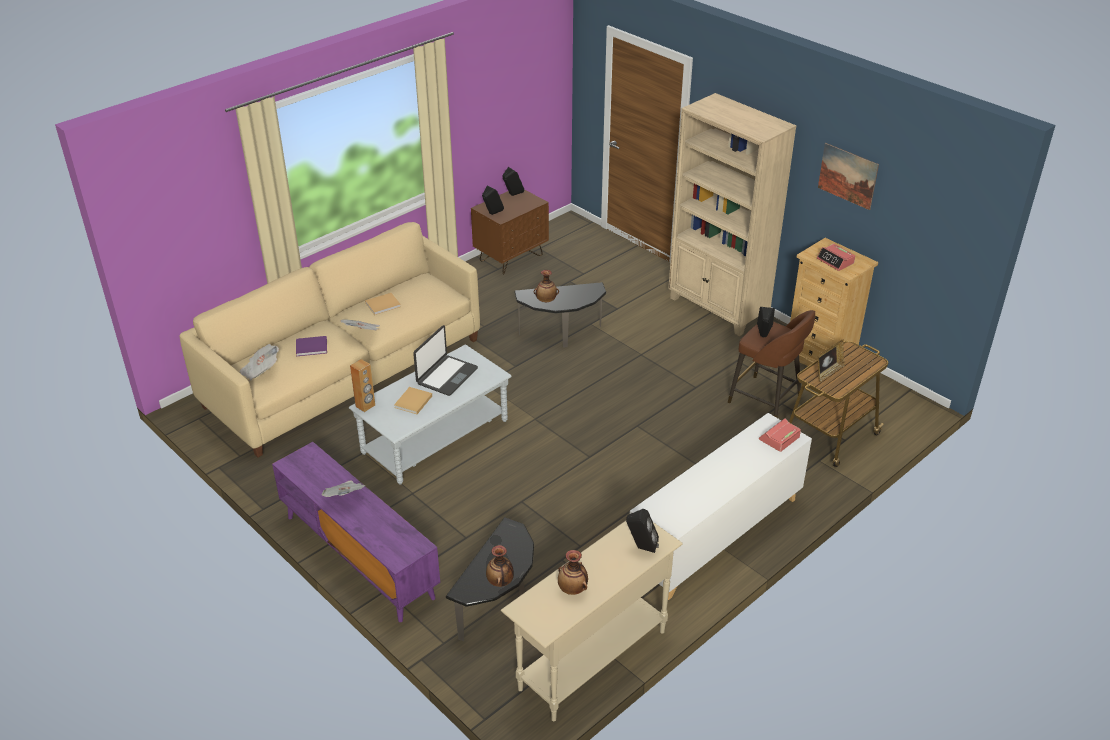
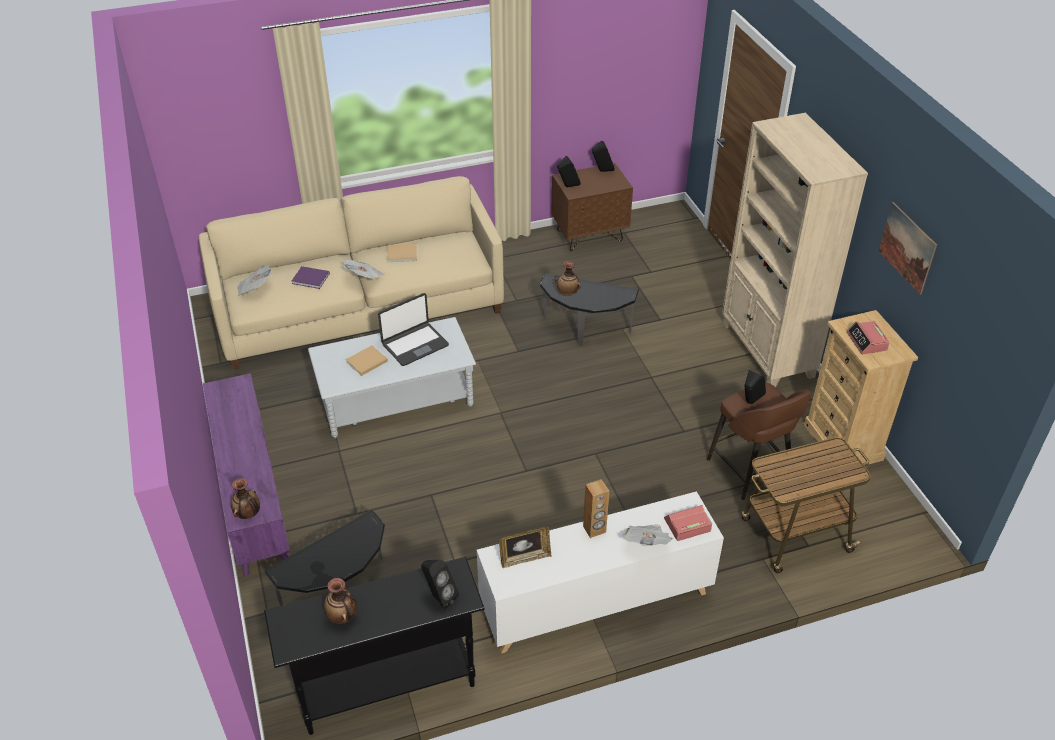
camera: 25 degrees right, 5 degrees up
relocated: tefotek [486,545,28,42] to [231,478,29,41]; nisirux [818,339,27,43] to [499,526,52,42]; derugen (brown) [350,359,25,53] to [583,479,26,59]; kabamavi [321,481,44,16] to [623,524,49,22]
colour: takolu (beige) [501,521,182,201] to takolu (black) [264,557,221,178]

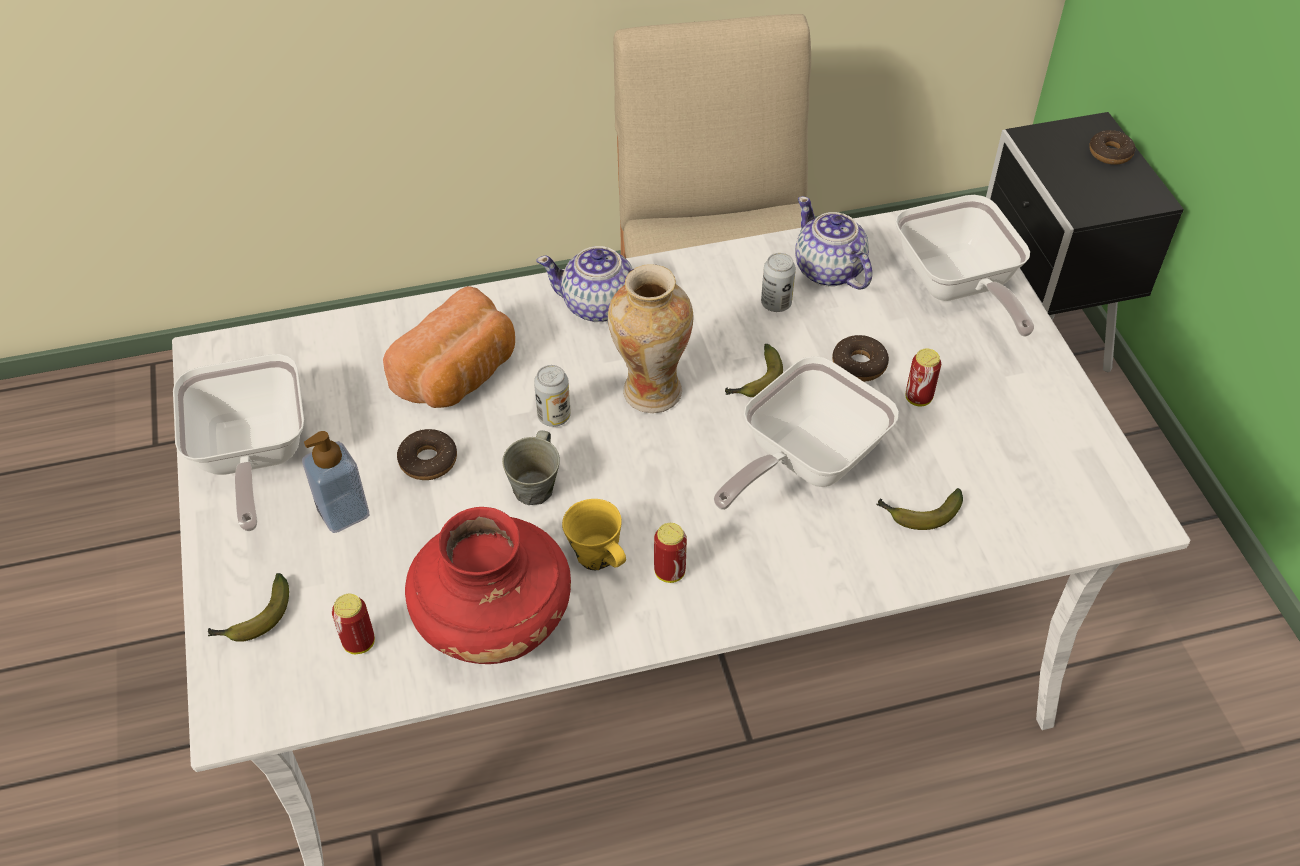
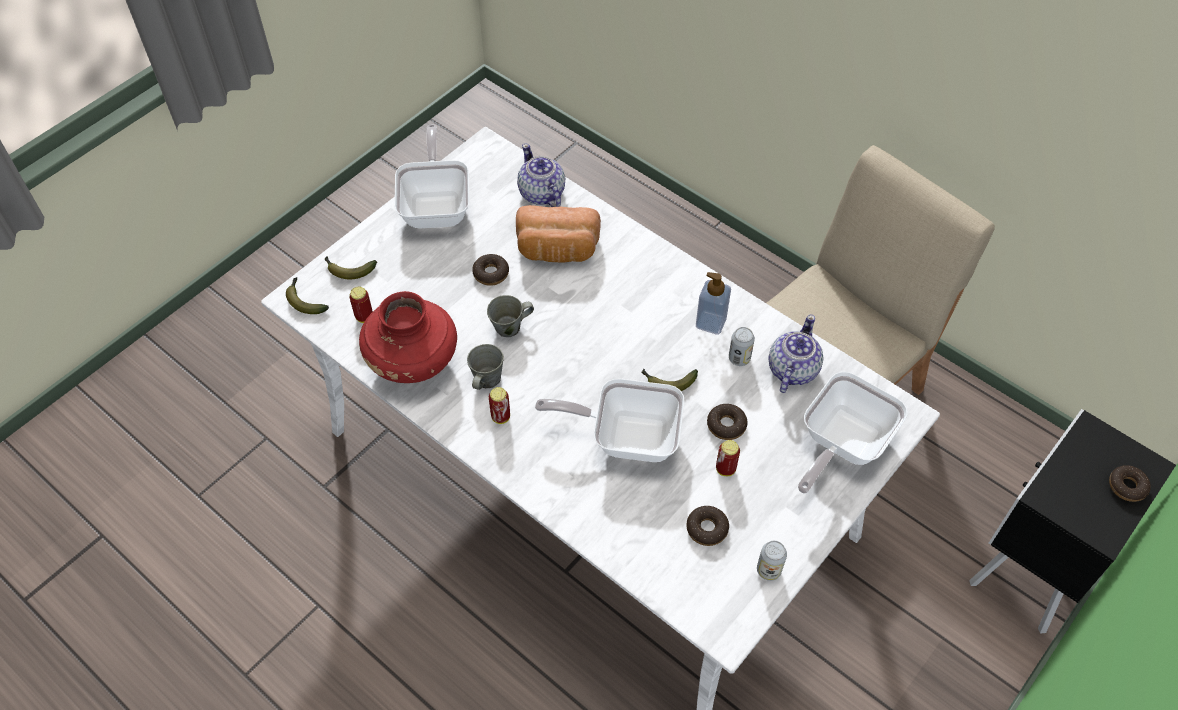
camera: 55 degrees right, 5 degrees up
missing: tefotek [608,264,85,149]
appeared: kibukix [686,506,43,40]
relocated: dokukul [876,488,87,42] to [286,277,43,37]; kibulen [536,246,99,76] to [517,143,48,64]; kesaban [302,431,67,102] to [696,272,35,63]; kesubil [534,365,37,62] to [757,541,30,40]
colour: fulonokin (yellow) [562,499,64,72] to fulonokin (grey) [467,344,37,46]
spun: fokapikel [173,354,131,177] = [394,124,75,104] 135 degrees clockwise

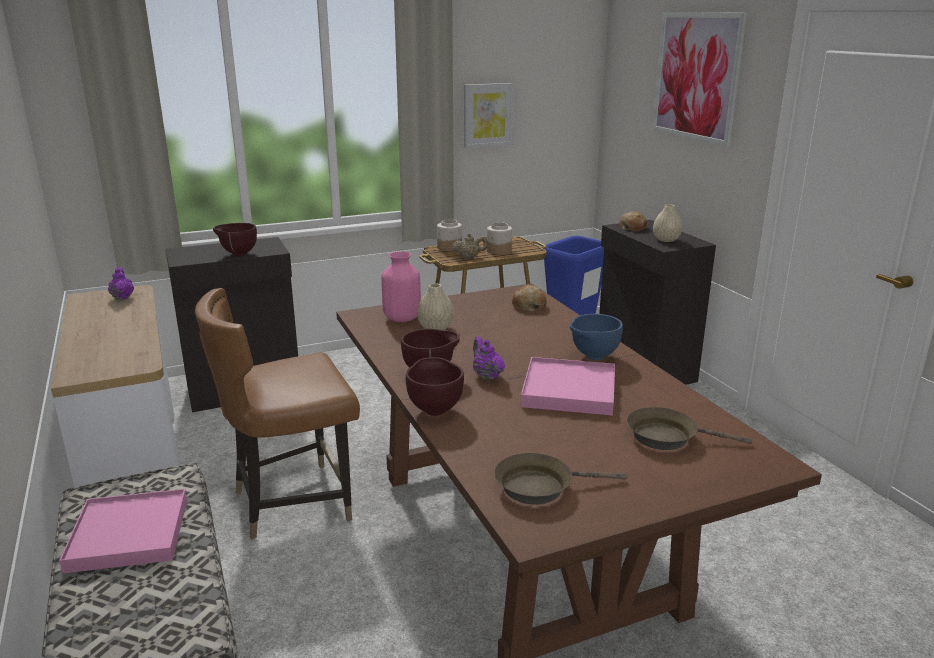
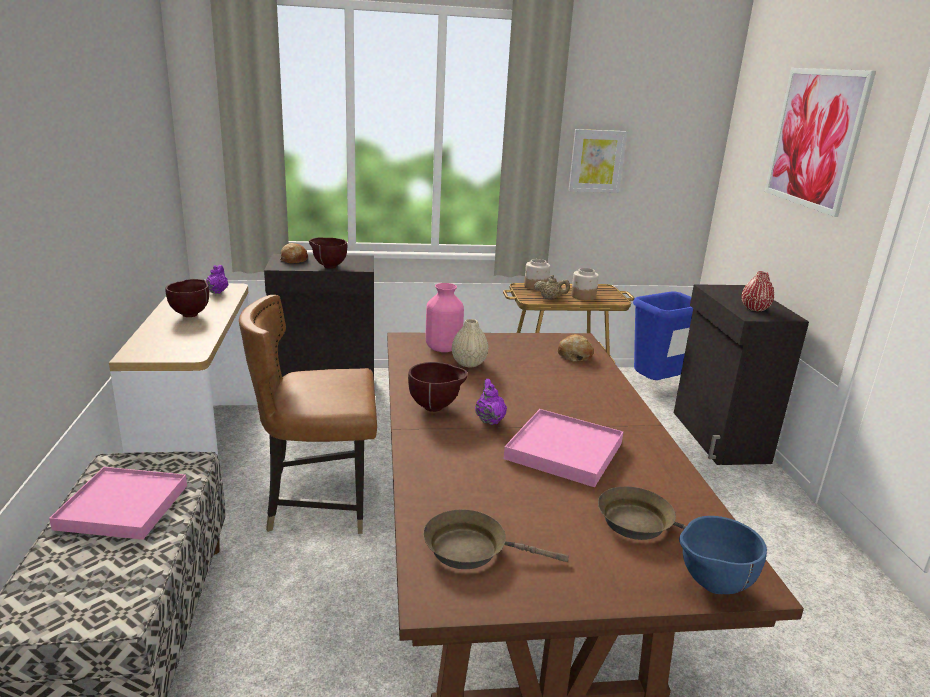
camera: 15 degrees right, 0 degrees up
relocated: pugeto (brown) [406,357,58,59] to [166,279,43,38]; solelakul [620,211,27,20] to [280,243,28,20]; pugeto (blue) [570,314,53,46] to [679,516,88,78]
colour: tefotek (beige) [653,204,29,38] to tefotek (red) [742,271,32,40]

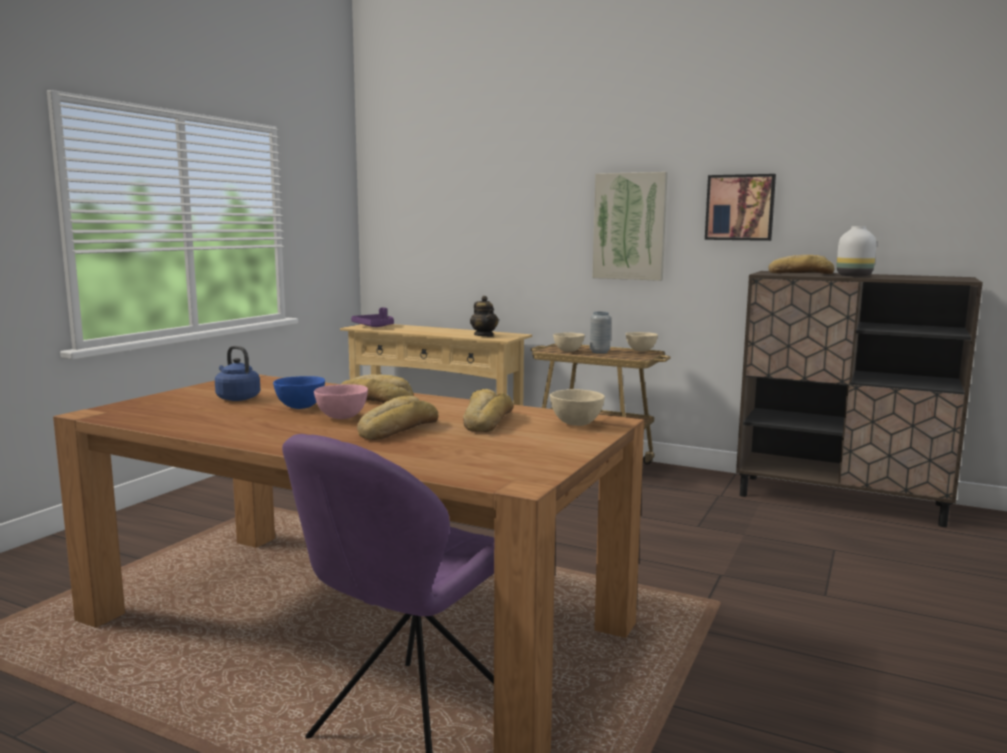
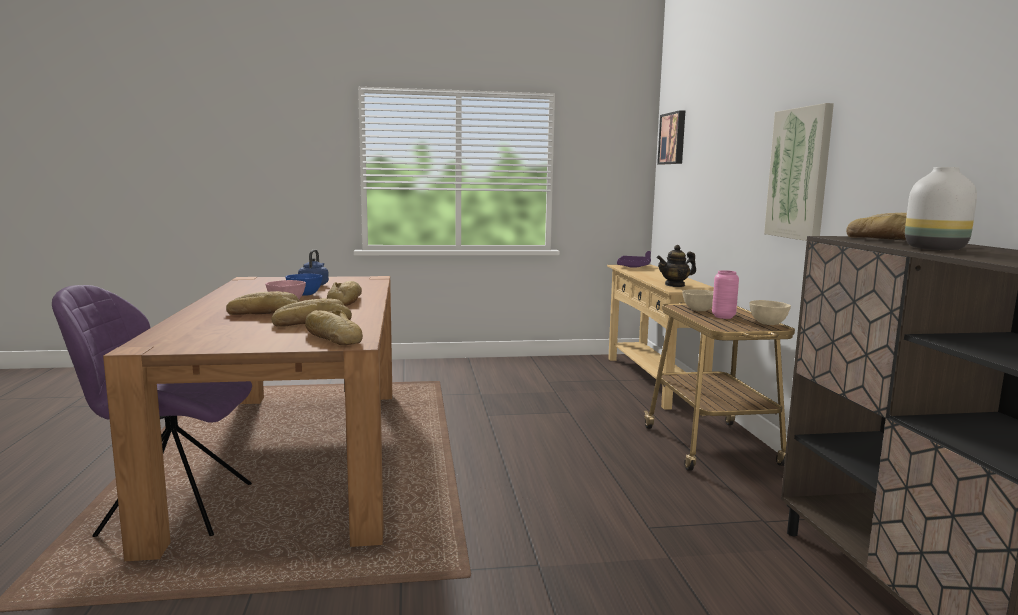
camera: 55 degrees right, 0 degrees up
relocated: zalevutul [705,174,71,67] to [657,110,28,54]
exchanged: pugeto (beige) [550,389,55,37] to solelakul [305,310,58,35]
colour: tefotek (grey) [590,312,21,42] to tefotek (pink) [712,270,27,49]
spun: kibulen [470,296,29,41] = [657,245,39,42] 45 degrees clockwise

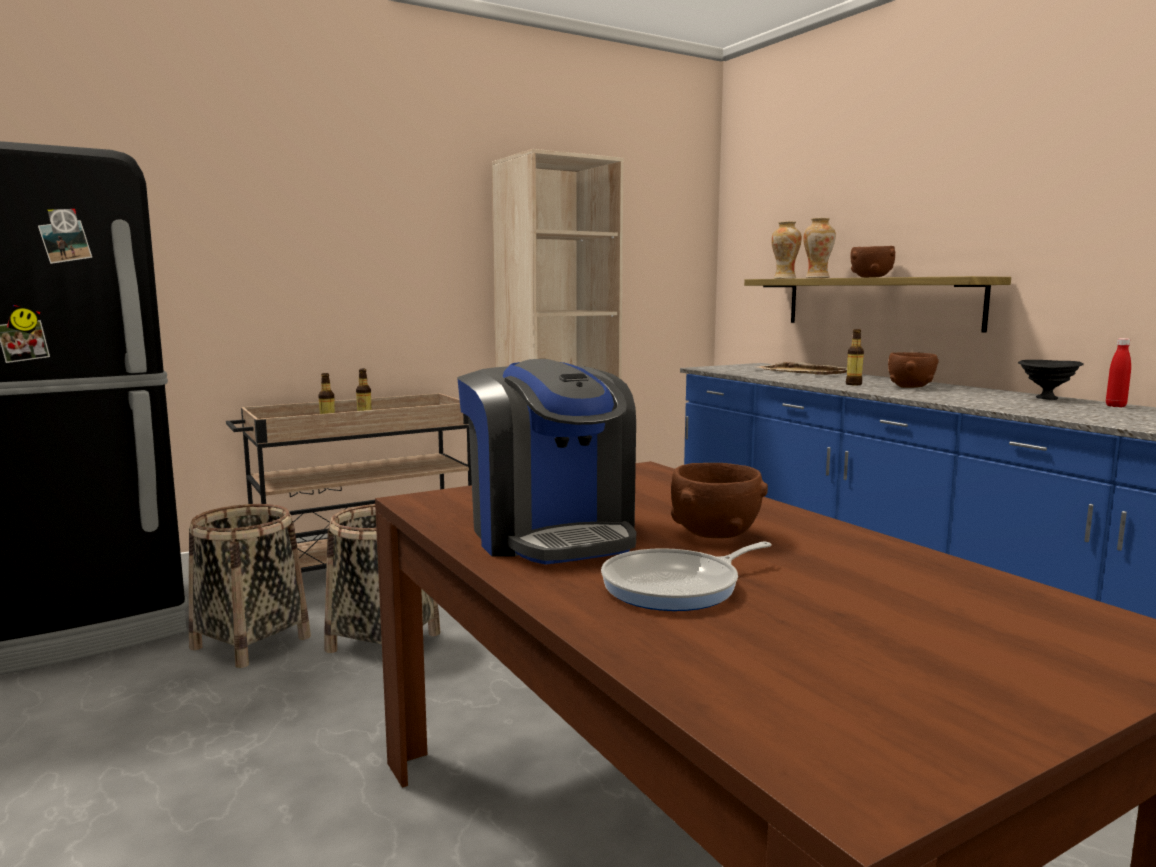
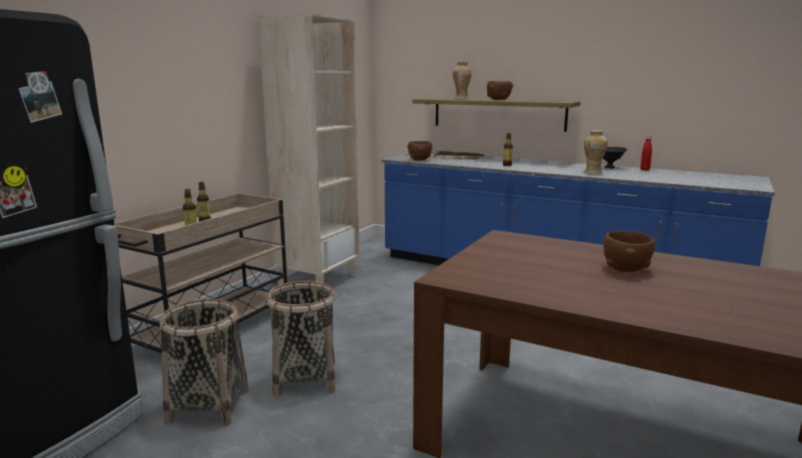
camera: 30 degrees left, 5 degrees up
missing: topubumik [457,359,179,206]; fokapikel [601,542,171,69]
relocated: pugeto (brown) [888,352,51,36] to [407,141,25,20]; tefotek [771,221,31,58] to [584,130,24,44]

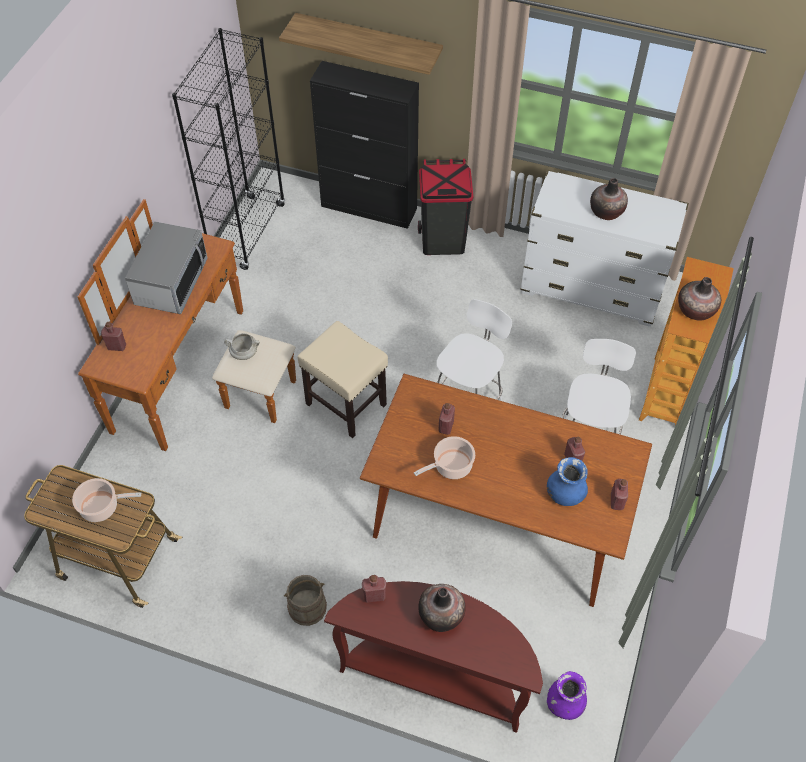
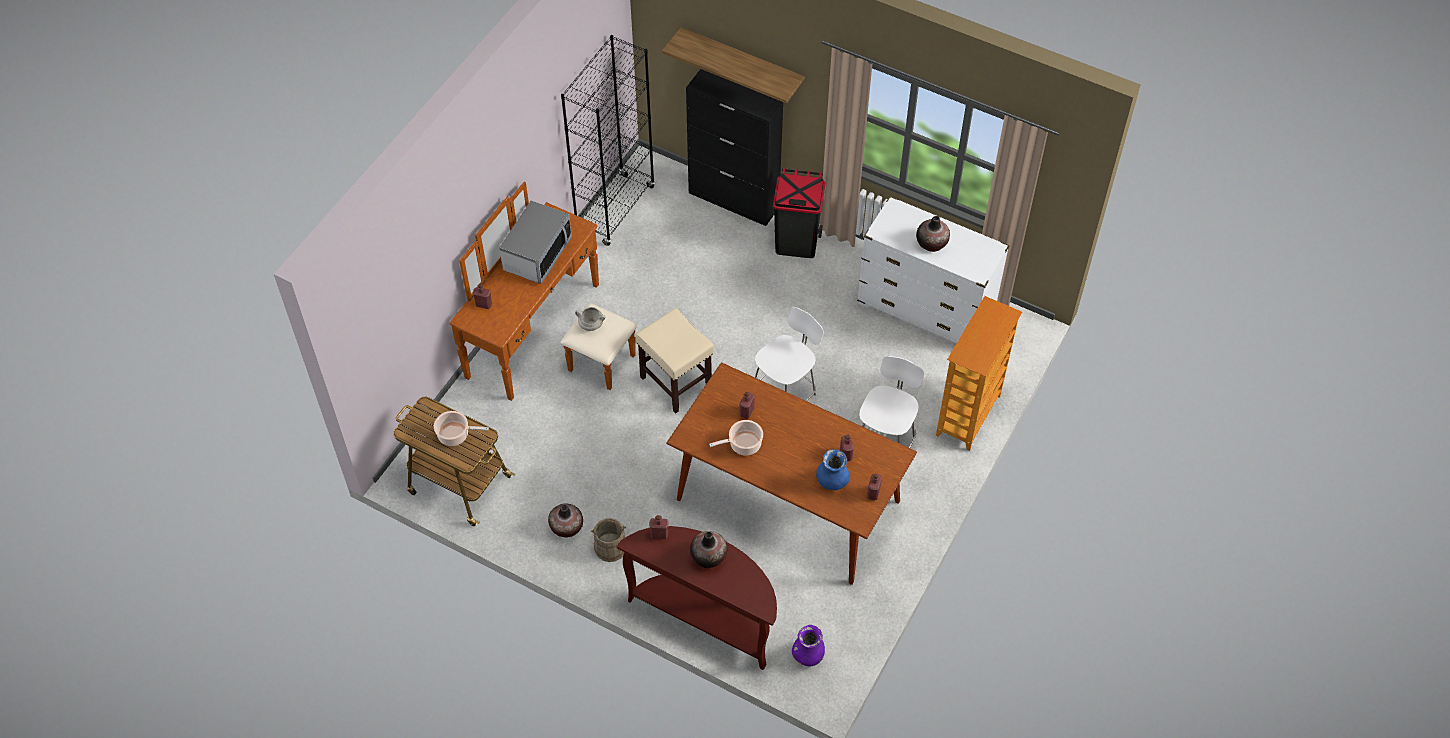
camera: 10 degrees right, 0 degrees up
relocated: tefotek [678,277,43,44] to [548,504,35,34]

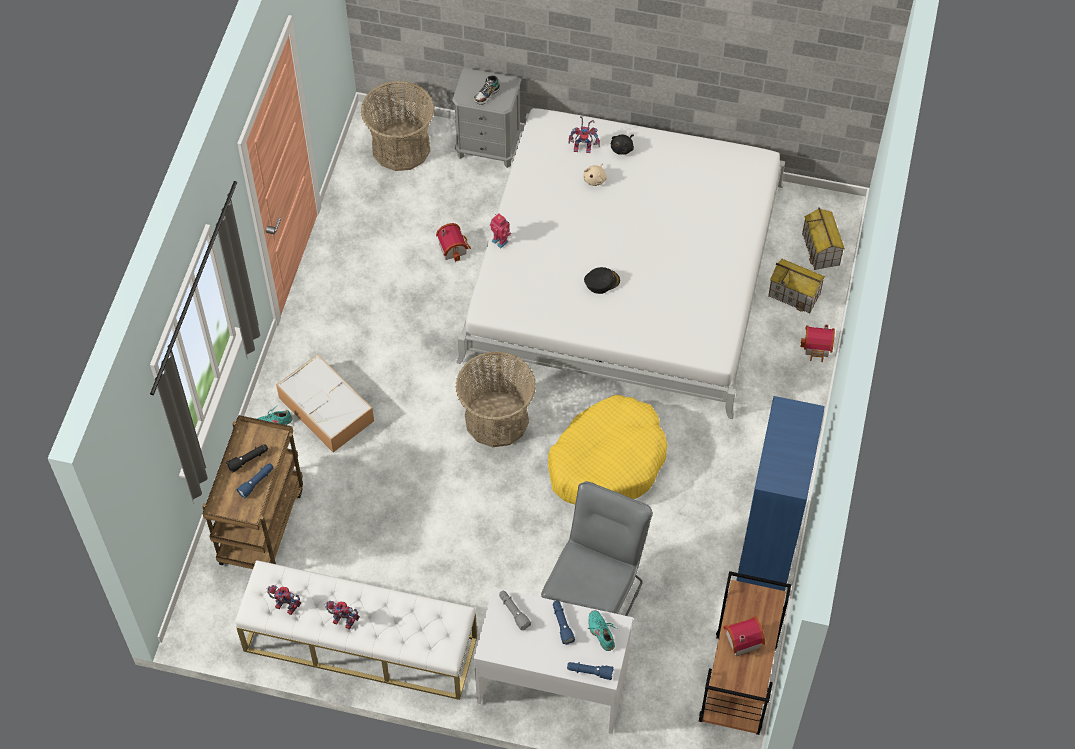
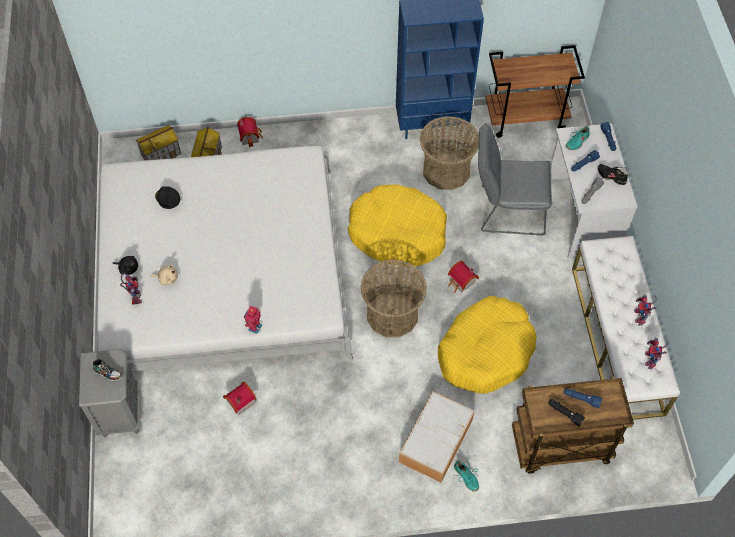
camera: 110 degrees left, 0 degrees up
appeared: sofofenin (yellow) [438,296,99,98]; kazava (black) [598,164,30,21]
relocated: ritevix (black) [584,267,36,27] to [155,186,25,23]; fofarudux [361,81,74,90] to [419,116,60,74]; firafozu [723,616,42,40] to [448,261,31,32]

